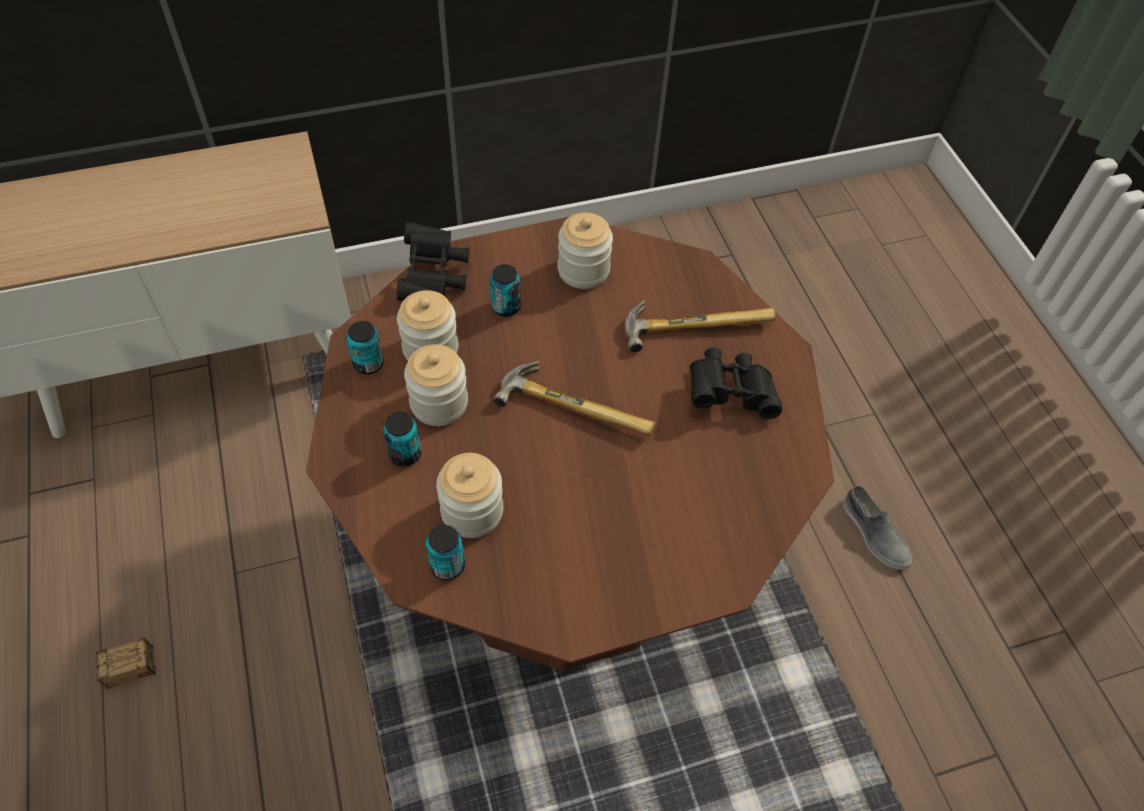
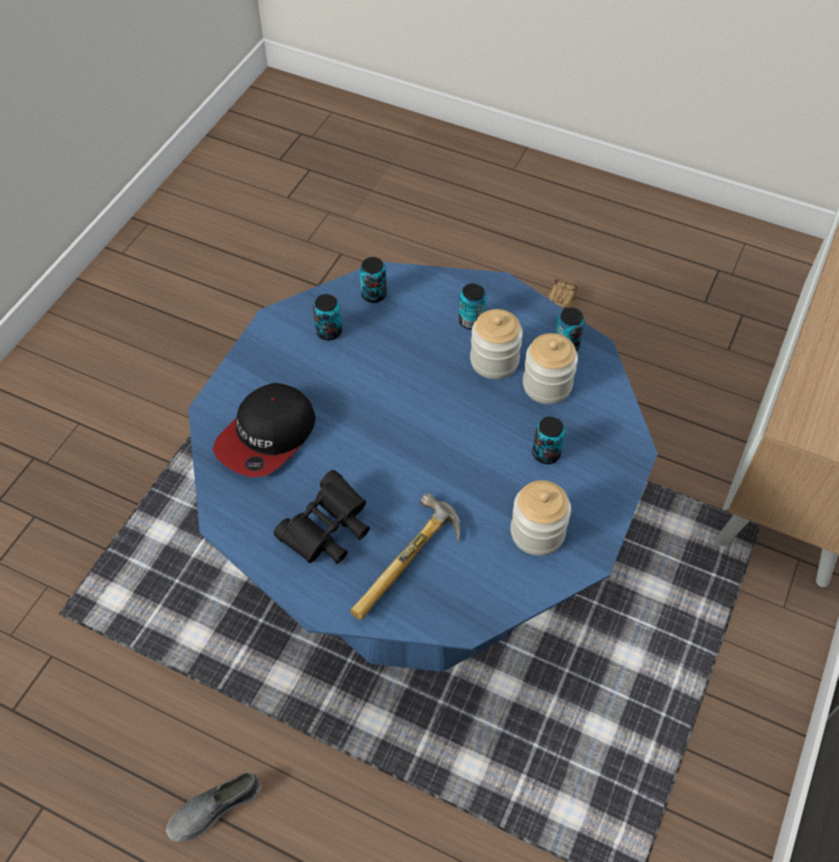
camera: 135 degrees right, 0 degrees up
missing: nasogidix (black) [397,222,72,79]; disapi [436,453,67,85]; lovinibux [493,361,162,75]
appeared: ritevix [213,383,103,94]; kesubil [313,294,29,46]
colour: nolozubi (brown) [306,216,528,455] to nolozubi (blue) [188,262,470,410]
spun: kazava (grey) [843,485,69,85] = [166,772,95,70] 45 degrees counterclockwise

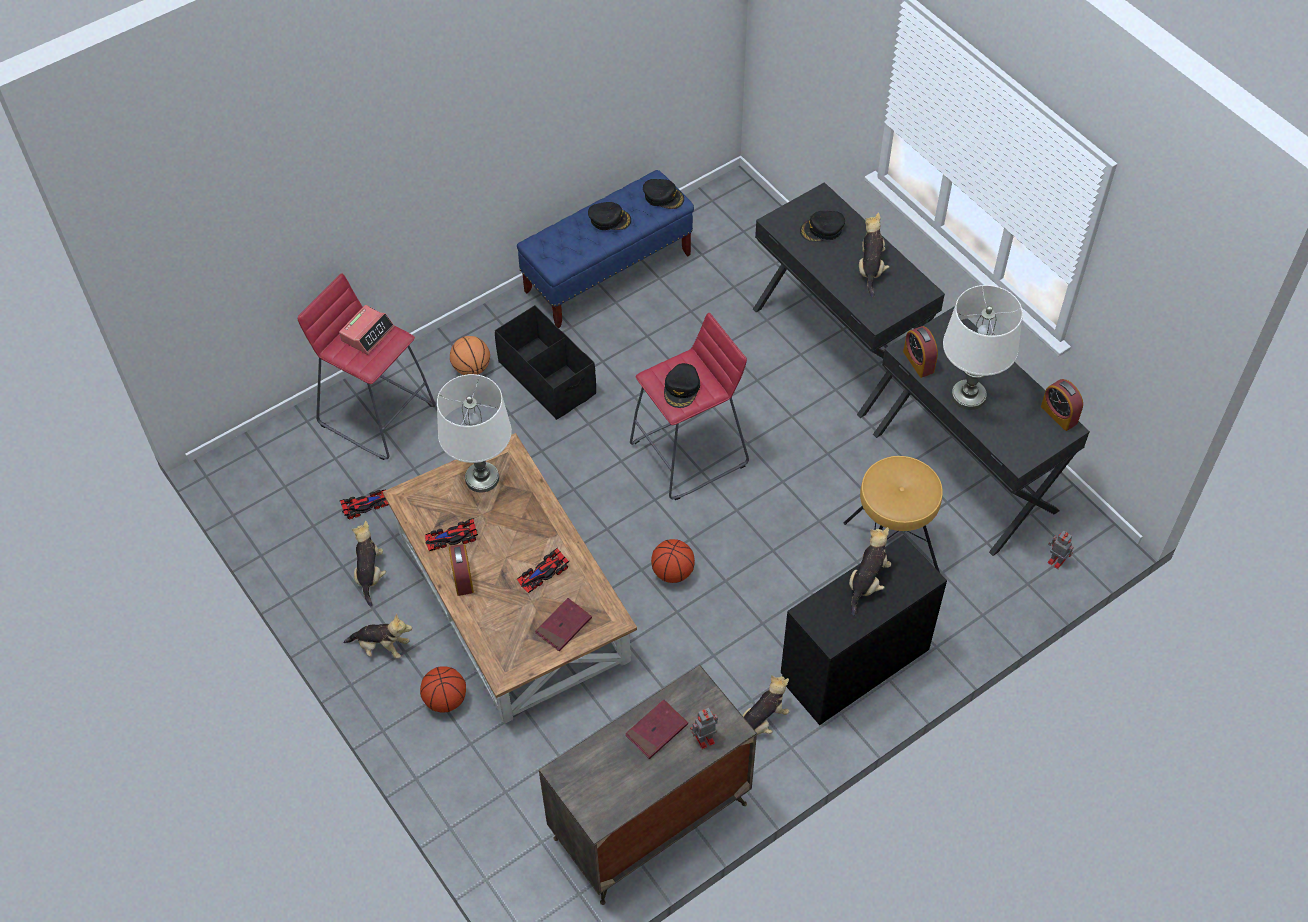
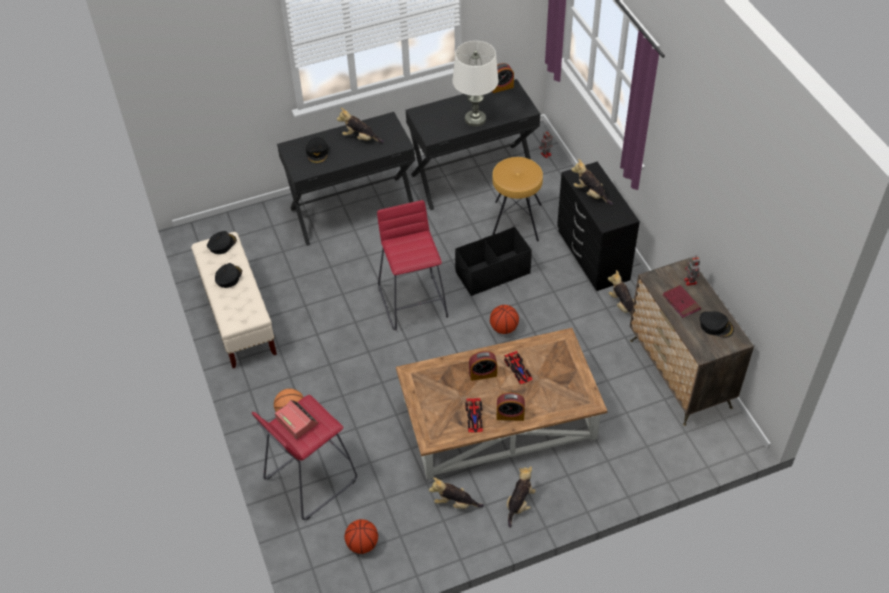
camera: 75 degrees left, 5 degrees down
missing: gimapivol [339,489,50,30]; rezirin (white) [437,374,75,118]; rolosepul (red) [536,598,56,54]
relocated: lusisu [420,666,46,46] to [344,519,34,35]; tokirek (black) [495,305,101,115] to [455,227,77,69]; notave [903,326,35,52] to [469,351,28,30]; ritevix (black) [664,363,36,45] to [700,311,34,26]
colour: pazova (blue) [517,170,177,158] to pazova (beige) [191,232,86,136]

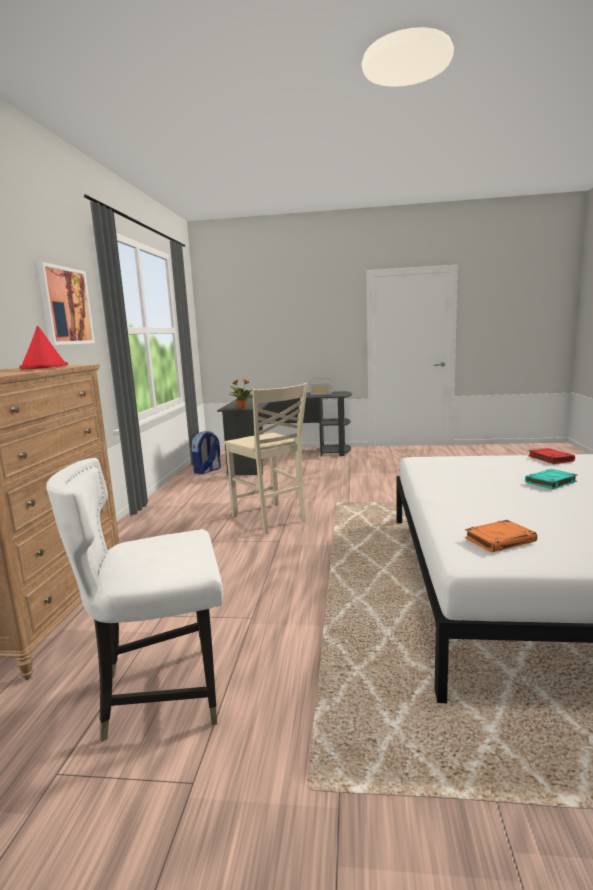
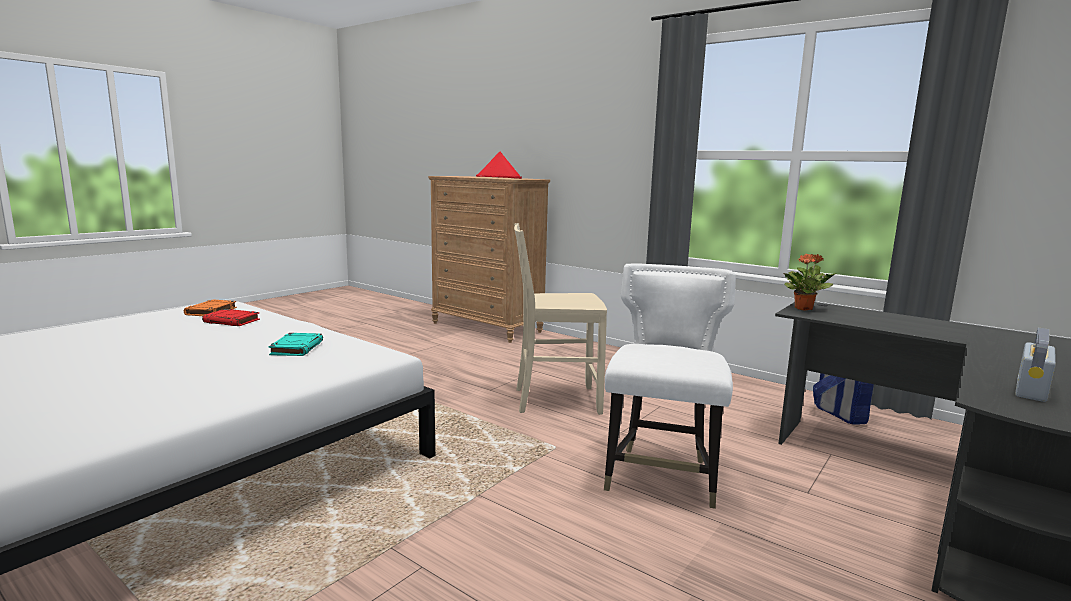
camera: 120 degrees right, 0 degrees up
missing: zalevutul [37,262,58,83]
relocated: rolosepul (red) [528,448,47,16] to [202,309,58,17]; rolosepul (turquoise) [525,469,53,20] to [268,333,55,23]; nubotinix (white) [46,458,177,284] to [604,263,132,246]

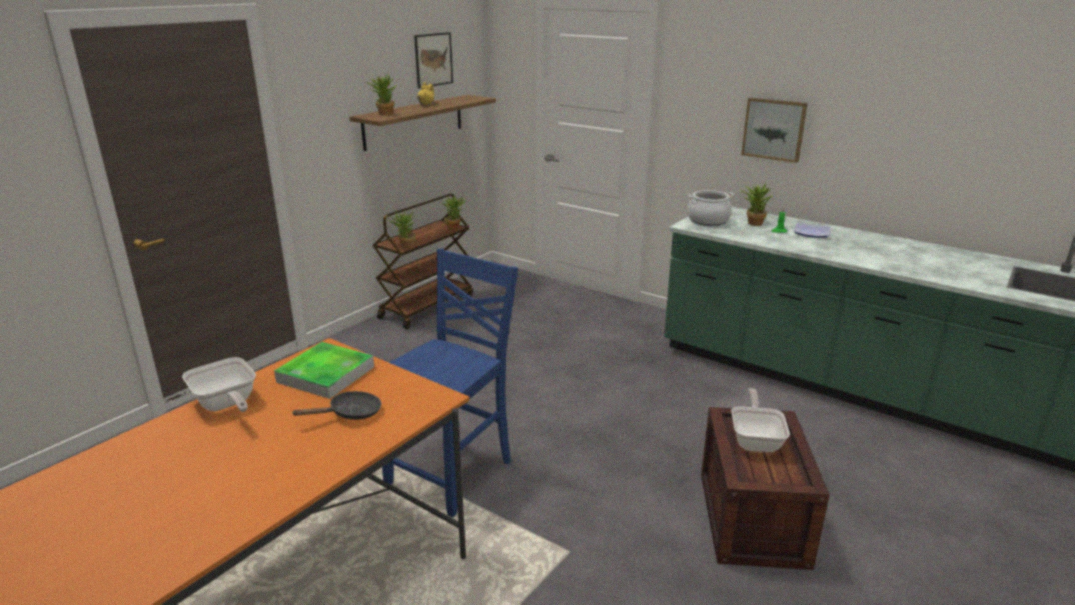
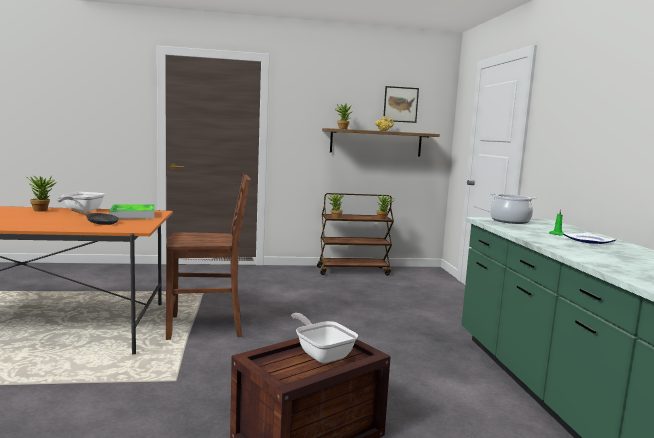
camera: 45 degrees right, 15 degrees down
missing: zalevutul [741,98,67,65]
relocated: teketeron [740,181,32,45] to [28,176,29,36]
colour: nubotinix (blue) [382,248,136,270] to nubotinix (brown) [166,173,84,167]
spun: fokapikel [731,388,59,65] = [291,313,67,51] 90 degrees counterclockwise

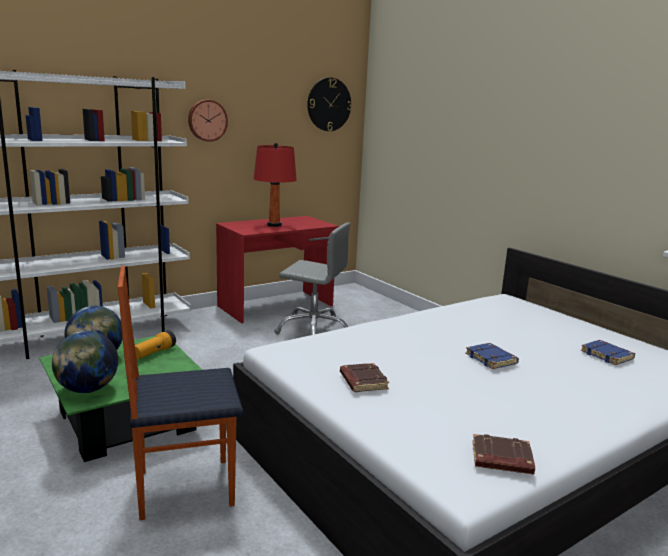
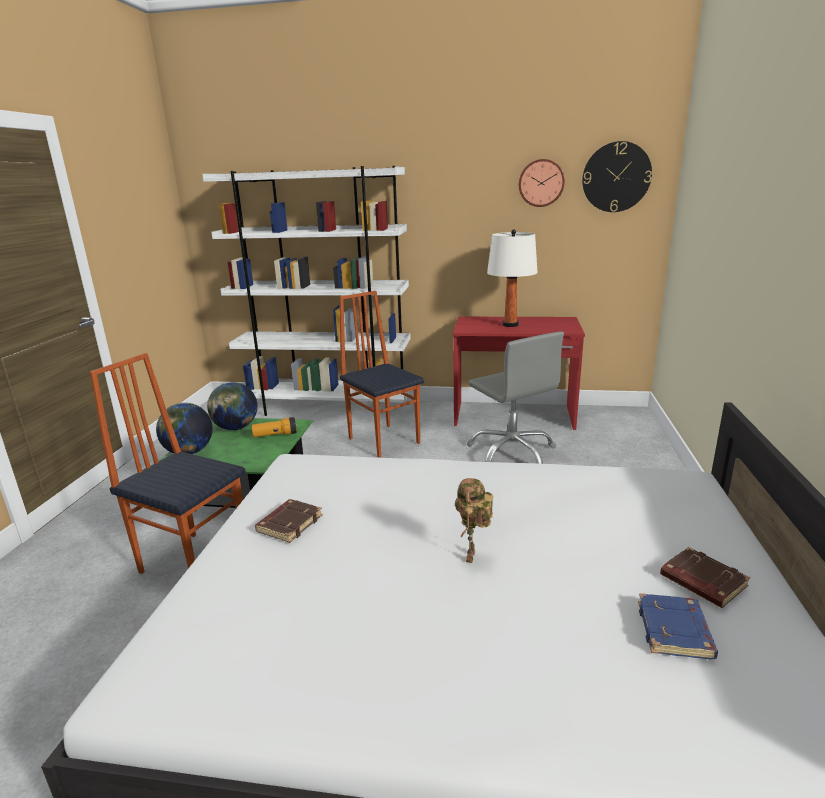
camera: 45 degrees right, 5 degrees up
appeared: nubotinix [340,291,84,167]
relocated: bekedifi [188,100,40,42] to [519,159,46,48]; rolosepul (brown) [472,434,63,41] to [660,547,90,61]
exchanged: rolosepul (blue) [466,343,53,26] to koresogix [455,478,38,85]
colour: rezirin (red) [254,143,43,84] to rezirin (white) [487,229,51,98]

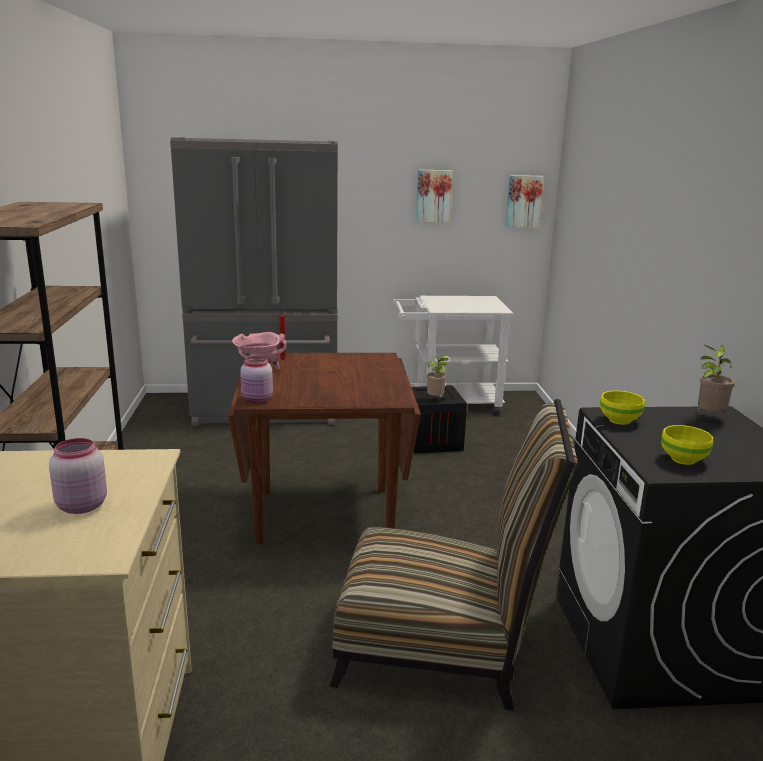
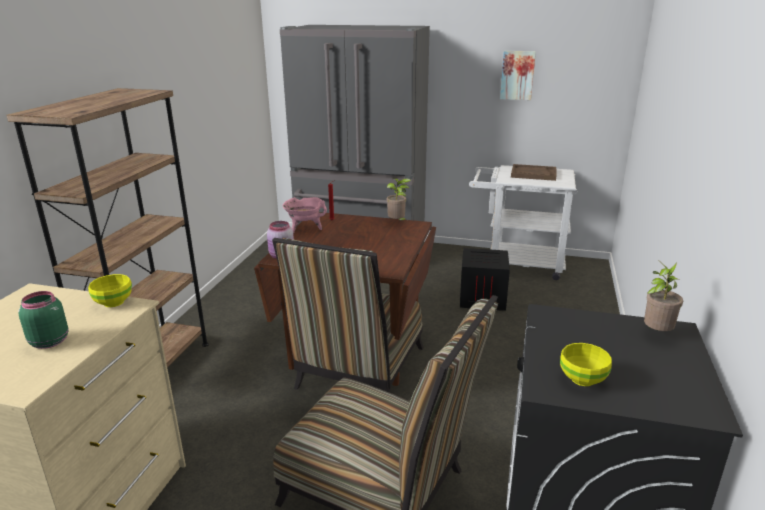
camera: 20 degrees right, 5 degrees up
missing: zalevutul [506,175,38,53]
appeared: nubotinix [272,238,152,155]; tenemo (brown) [511,164,45,17]
relocated: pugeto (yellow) [600,390,45,35] to [88,274,44,33]; teketeron [427,356,23,41] to [387,179,24,41]
colour: disapi (pink) [49,438,58,76] to disapi (green) [18,291,51,58]

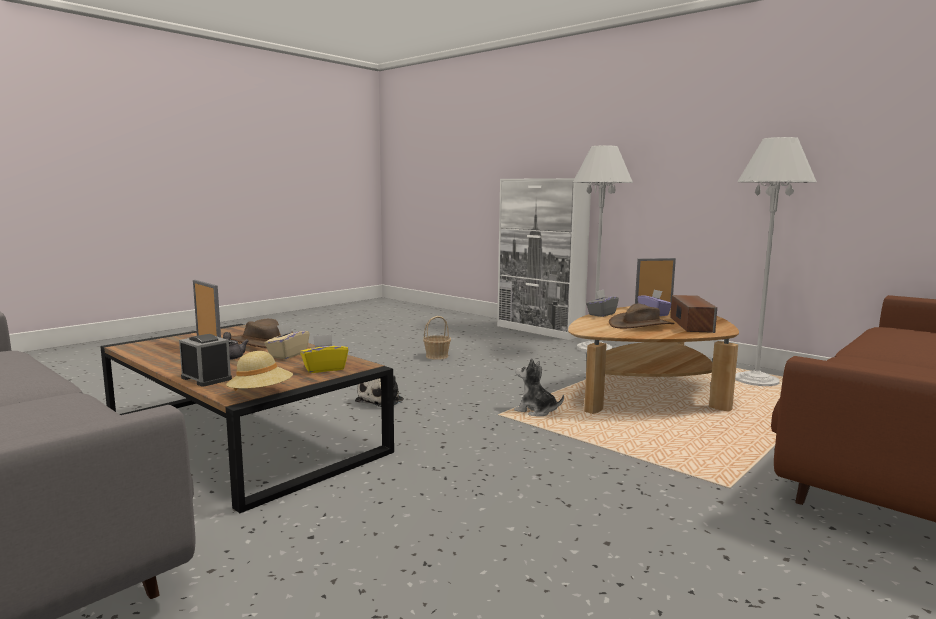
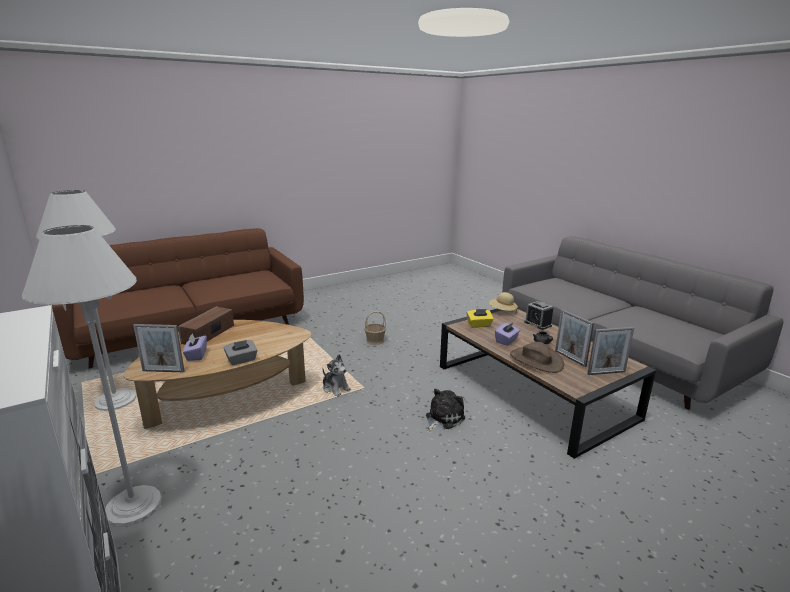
camera: 165 degrees left, 10 degrees up
missing: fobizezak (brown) [609,304,65,24]
appeared: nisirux [587,327,47,48]
relocated: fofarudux [423,316,28,44] to [364,311,22,34]
colour: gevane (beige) [264,322,46,37] to gevane (purple) [495,322,25,24]

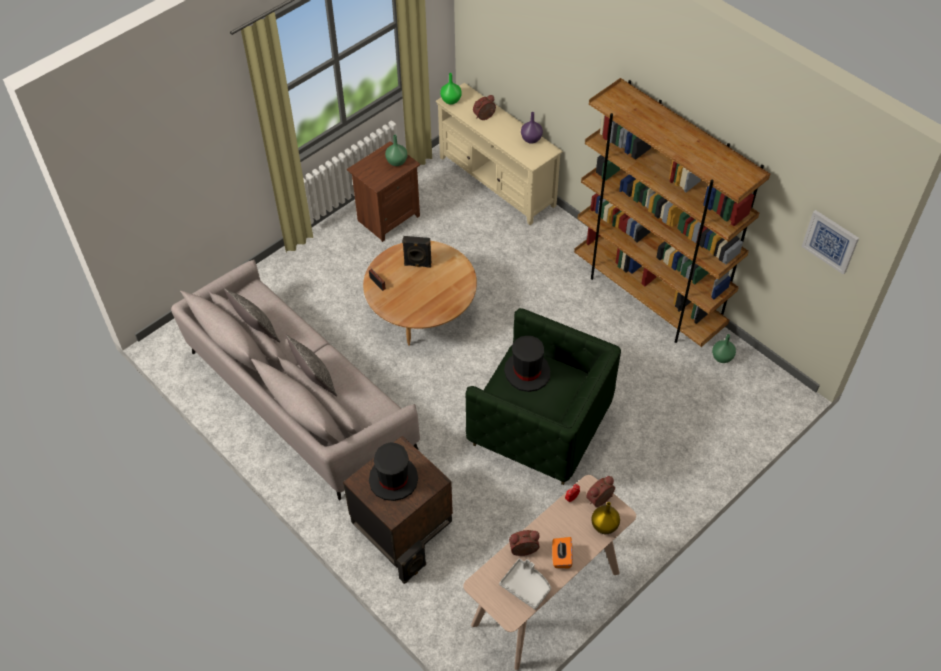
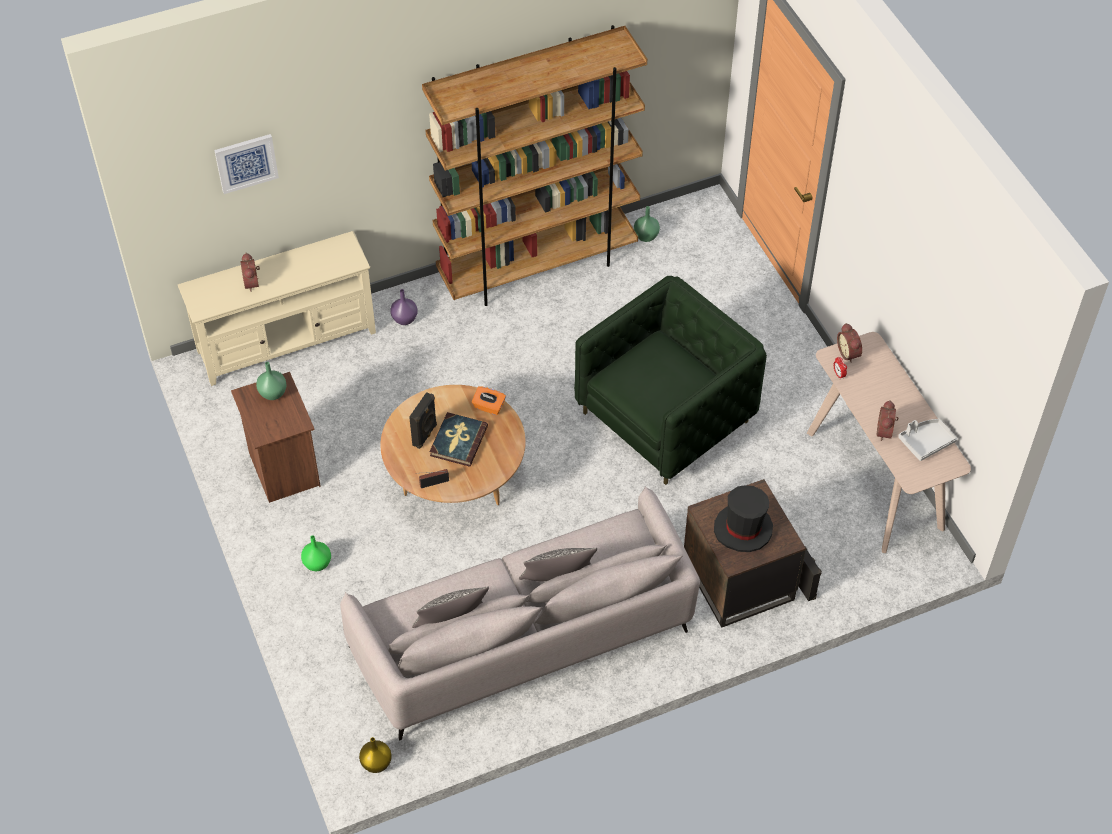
camera: 70 degrees left, 0 degrees up
missing: fobizezak (black) [504,336,46,56]
appeared: rolosepul [429,412,59,55]
relocated: zalevutul [802,210,57,65] to [214,134,65,60]; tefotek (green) [440,73,22,32] to [301,536,30,35]; tefotek (yellow) [591,502,29,32] to [359,737,33,36]; tefotek (purple) [521,112,22,32] to [390,289,28,36]; gevane (orange) [552,537,21,31] to [472,386,34,29]

